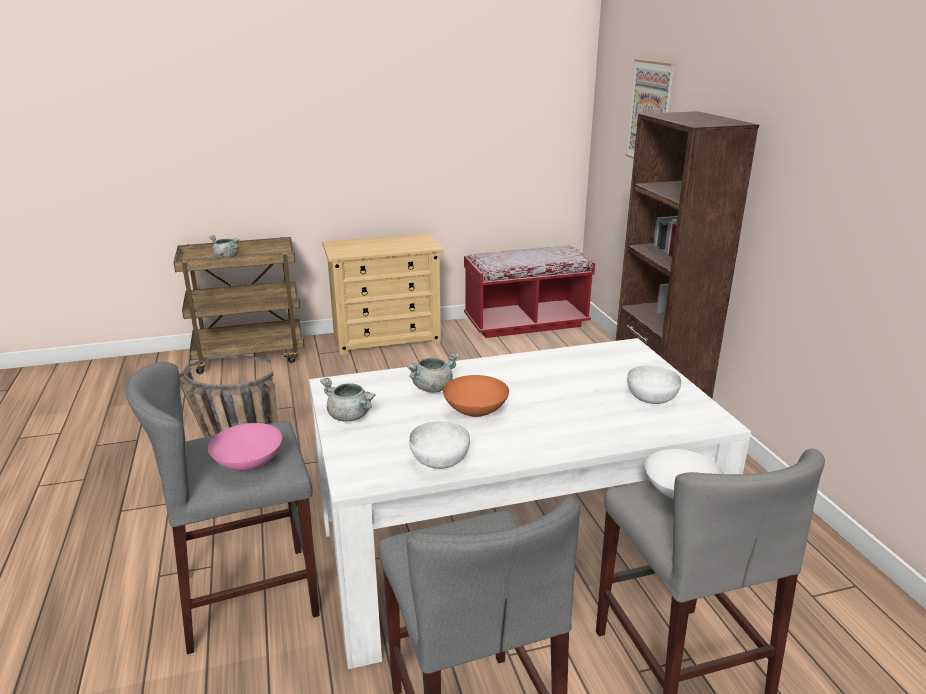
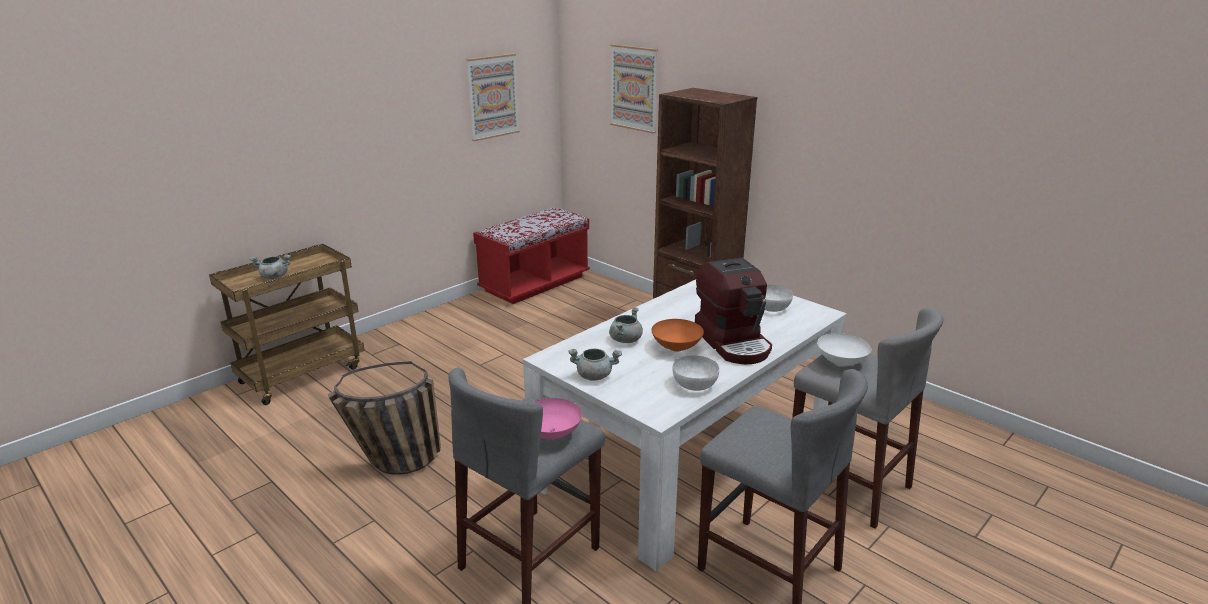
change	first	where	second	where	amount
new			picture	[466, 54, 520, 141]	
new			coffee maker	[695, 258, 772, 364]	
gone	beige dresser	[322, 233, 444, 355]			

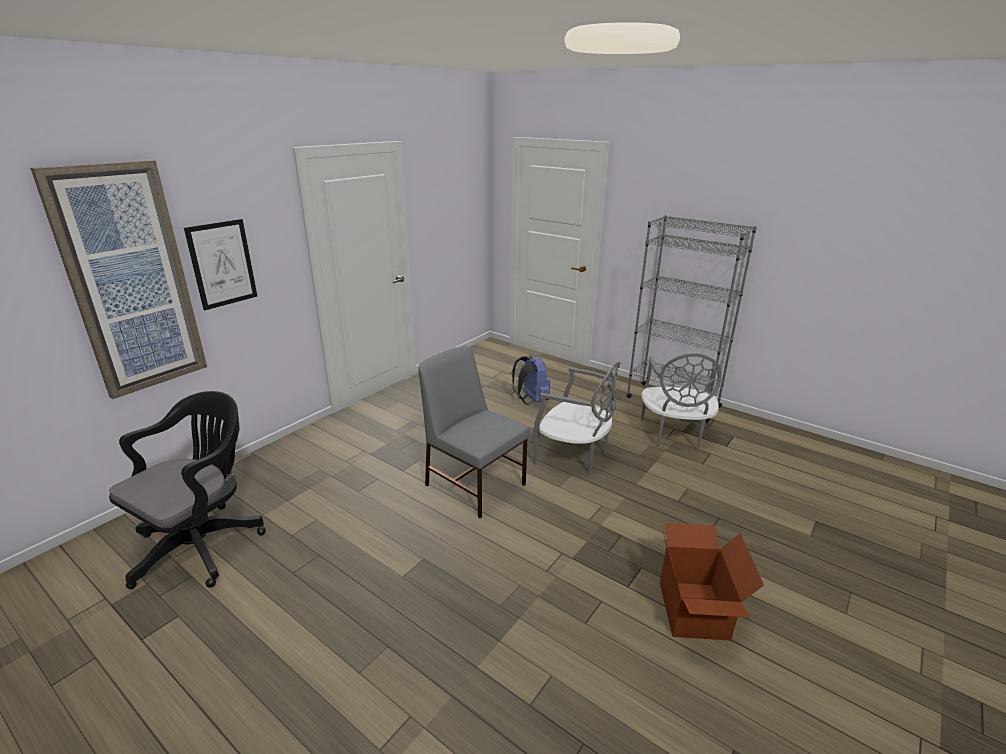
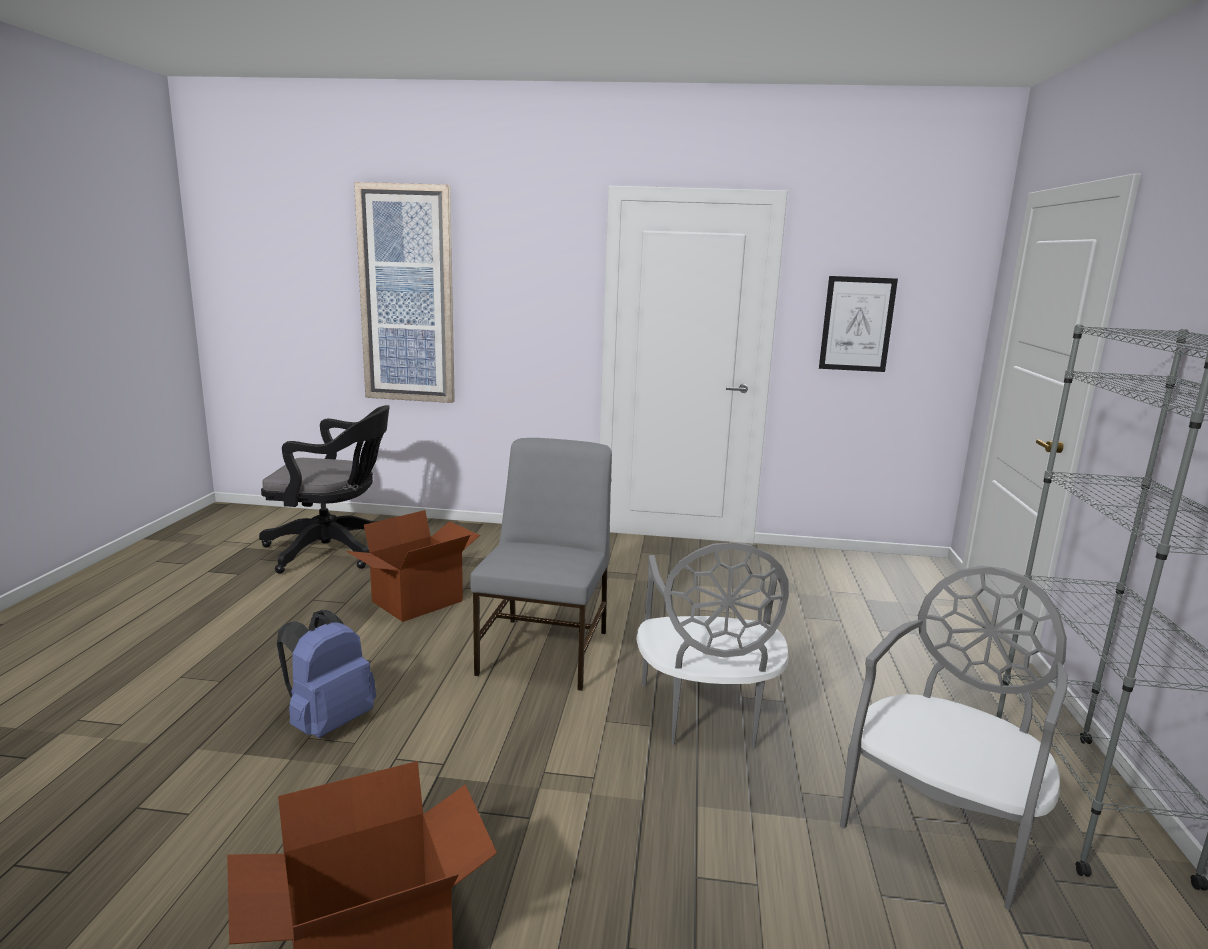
change	first	where	second	where	amount
shifted	blue rucksack	[512, 356, 550, 405]		[277, 610, 376, 738]	
new			cardboard box	[346, 510, 480, 622]	
shifted	picture	[184, 219, 257, 311]		[819, 276, 898, 372]	
rotated	greyish upright chair	[641, 354, 722, 450]		[840, 566, 1068, 910]	150 degrees clockwise

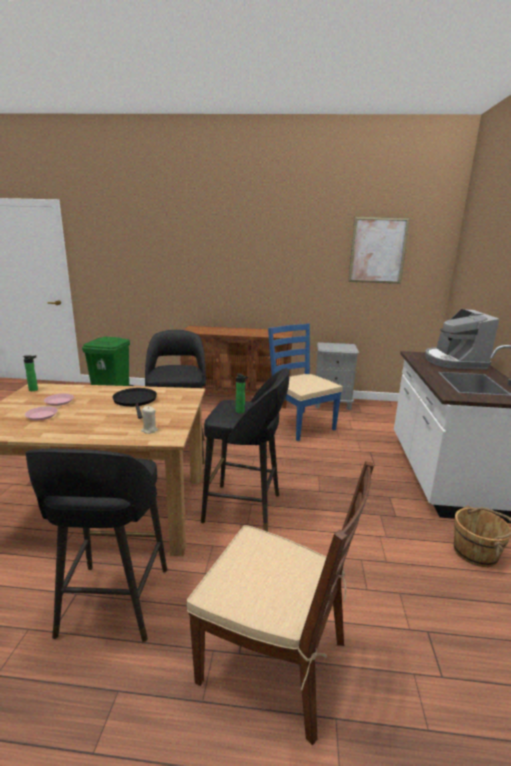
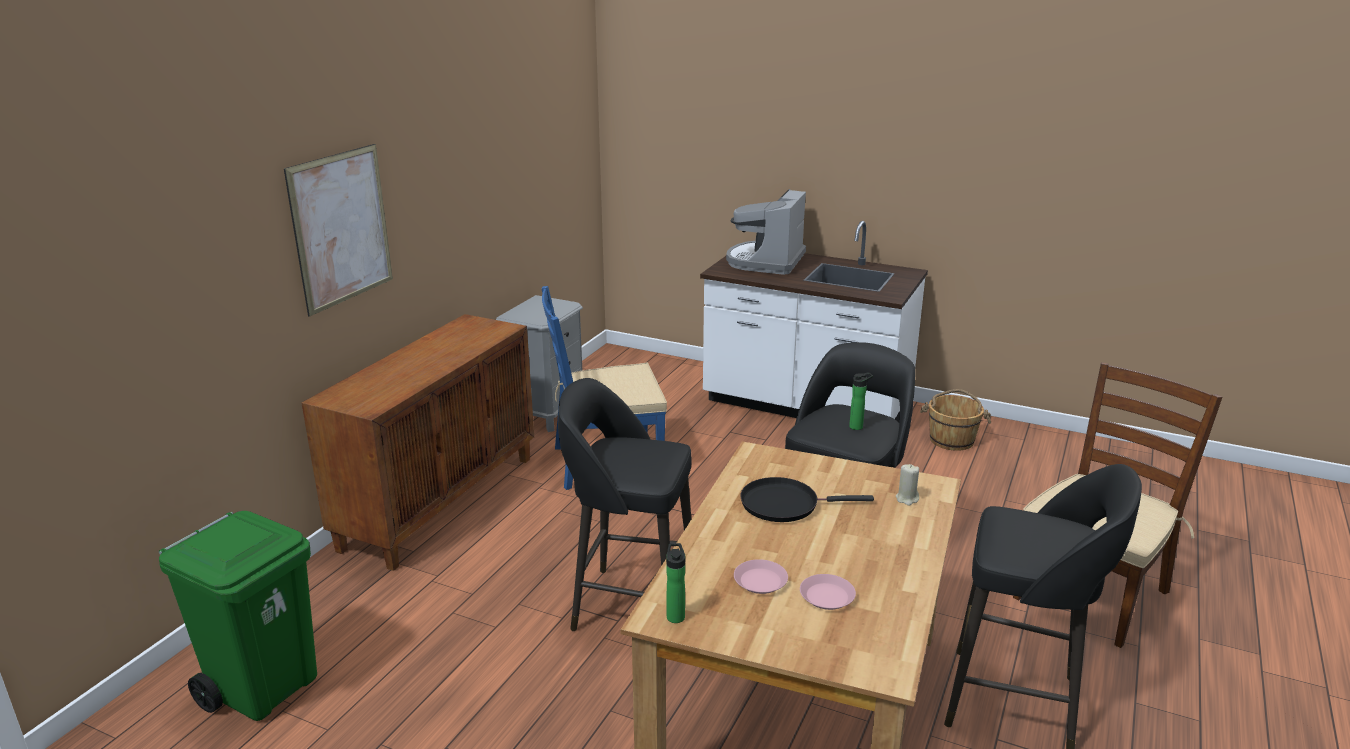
change	first	where	second	where	amount
shifted	picture	[348, 217, 410, 284]		[284, 144, 393, 317]	
rotated	coffee maker	[425, 309, 499, 369]		[726, 189, 806, 275]	90 degrees clockwise

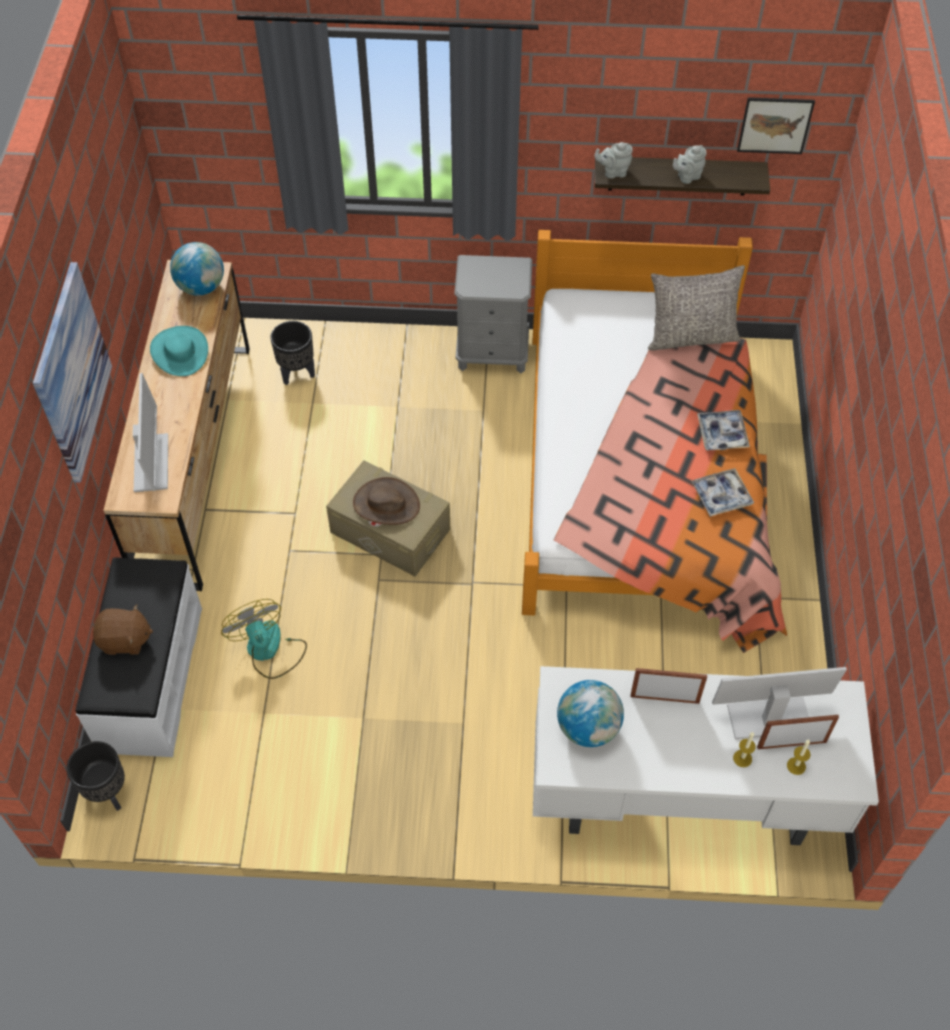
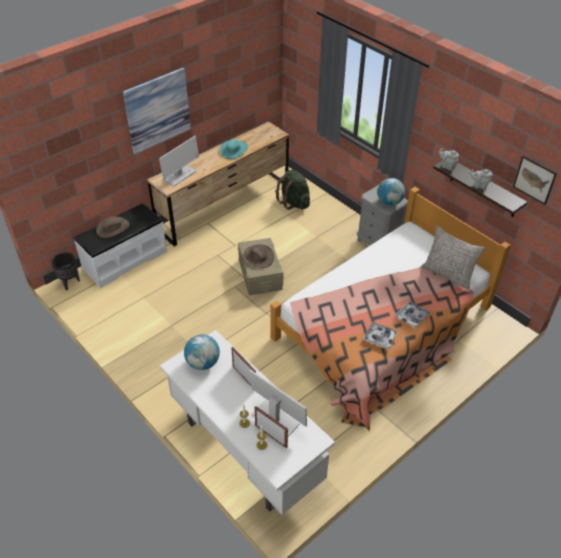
change	first	where	second	where	amount
swapped	brown-coloured soft toy	[93, 604, 153, 655]	brown-coloured wearable hat	[96, 216, 130, 238]	
swapped	black-coloured planter	[270, 321, 315, 385]	green rucksack	[275, 170, 310, 210]	
shifted	world globe	[170, 242, 224, 296]		[377, 178, 405, 206]	
gone	electric fan	[221, 599, 307, 679]			

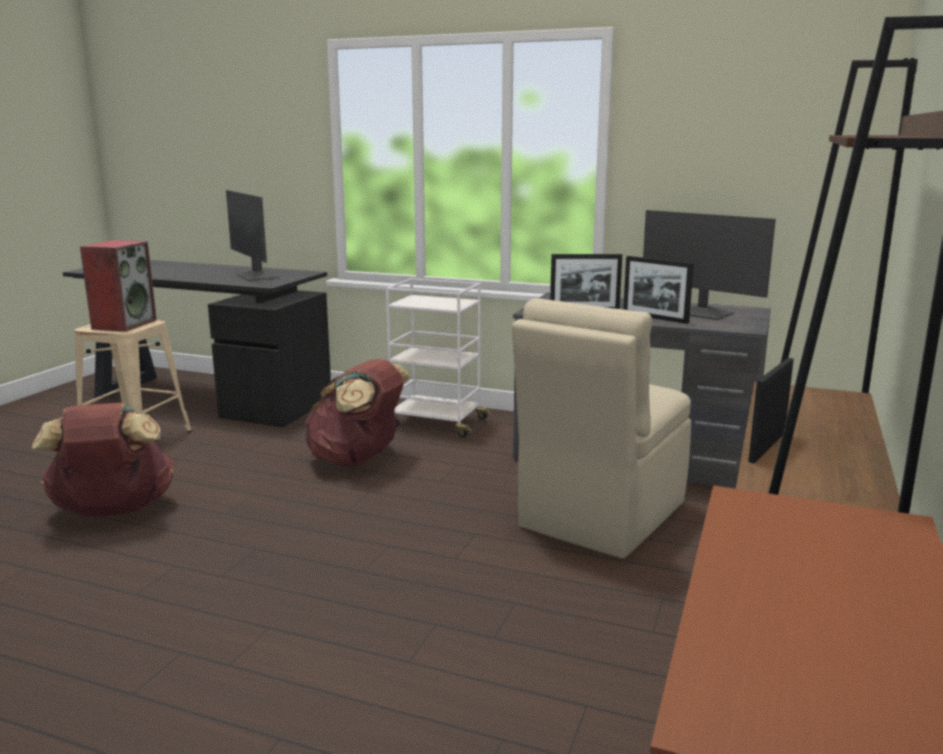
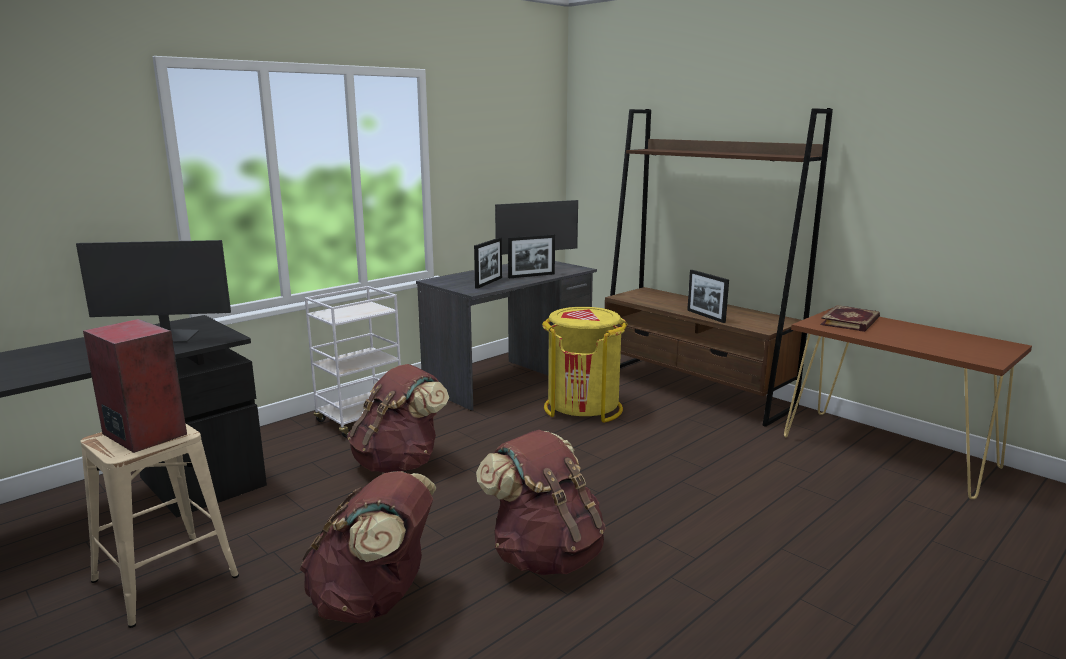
change	first	where	second	where	amount
new			brown-coloured rucksack	[476, 430, 606, 575]	
swapped	beige upright chair	[512, 298, 691, 559]	yellow trash can	[542, 307, 627, 423]	
new			bound book	[820, 305, 880, 332]	

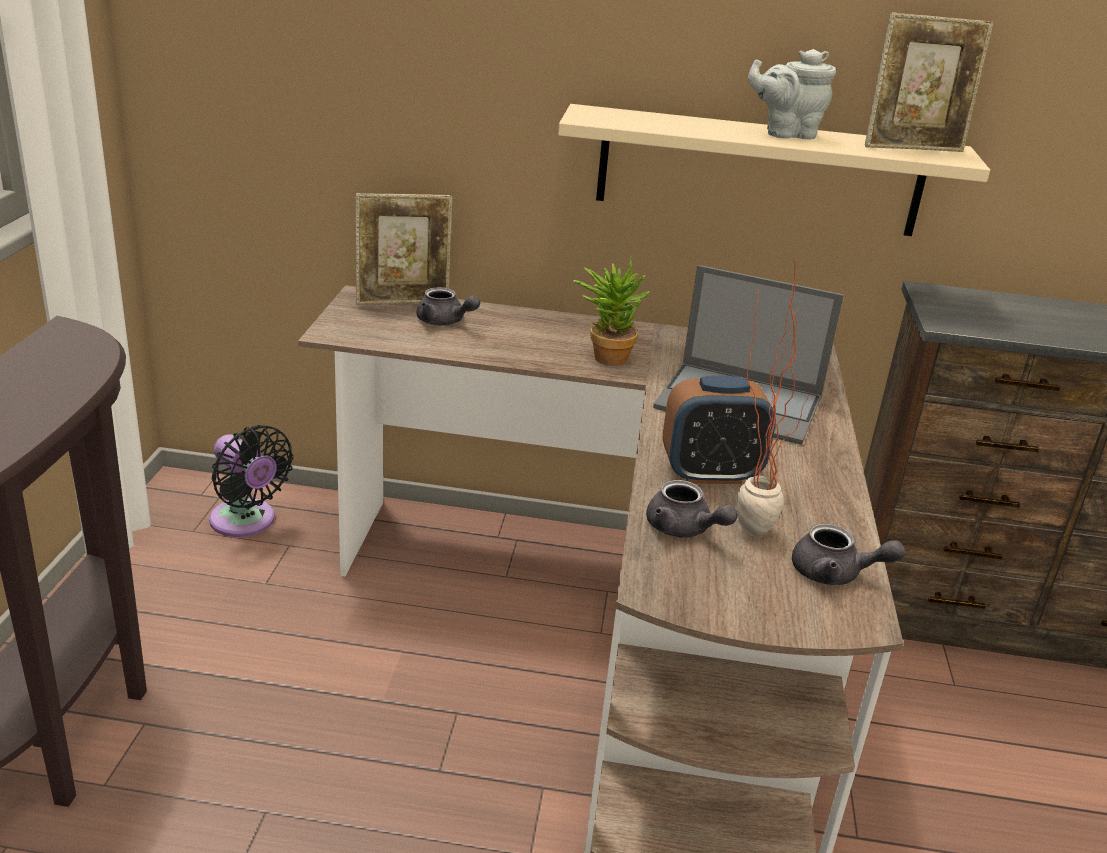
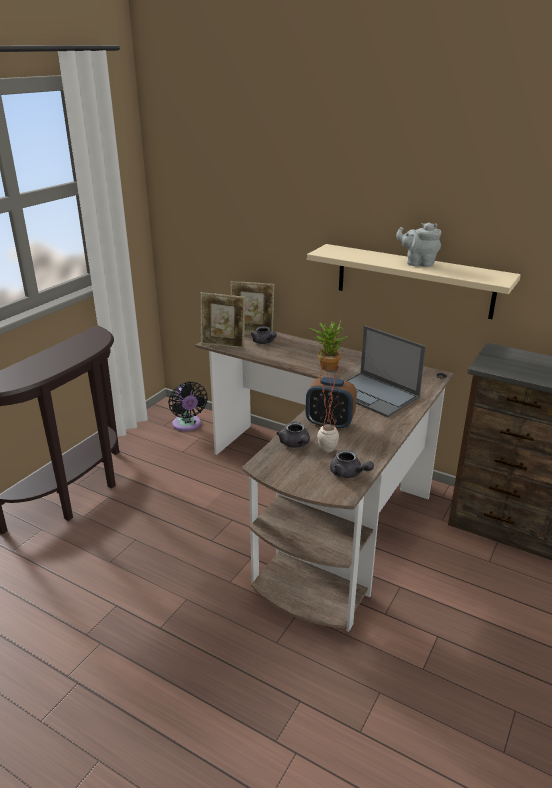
change	first	where	second	where	amount
shifted	photo frame	[865, 12, 993, 152]		[200, 292, 245, 349]	

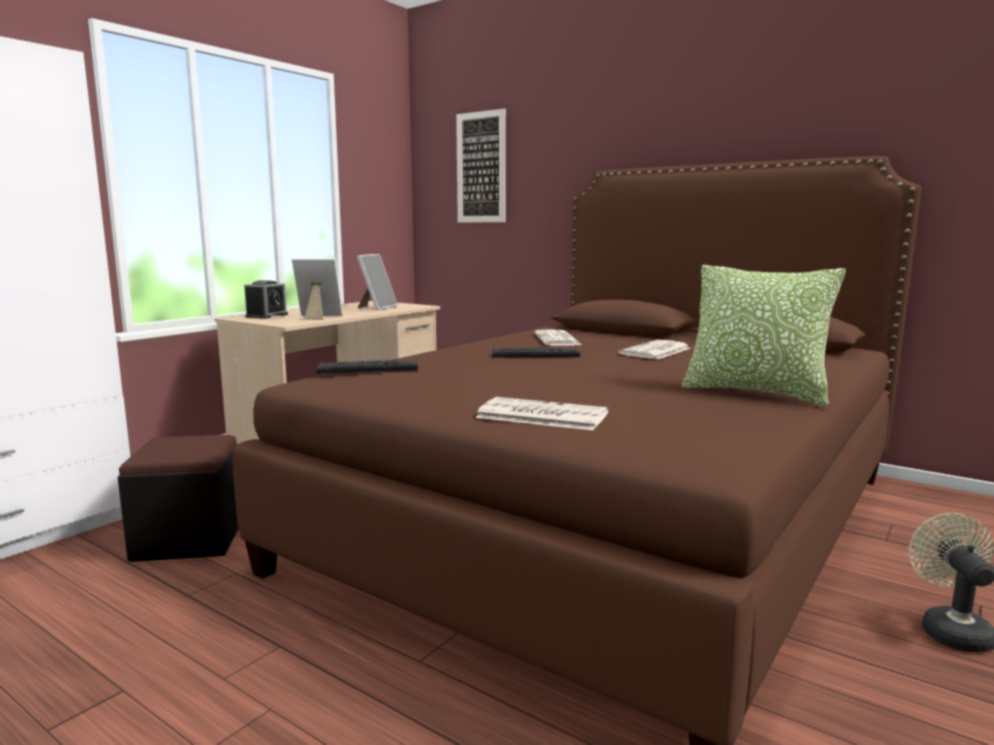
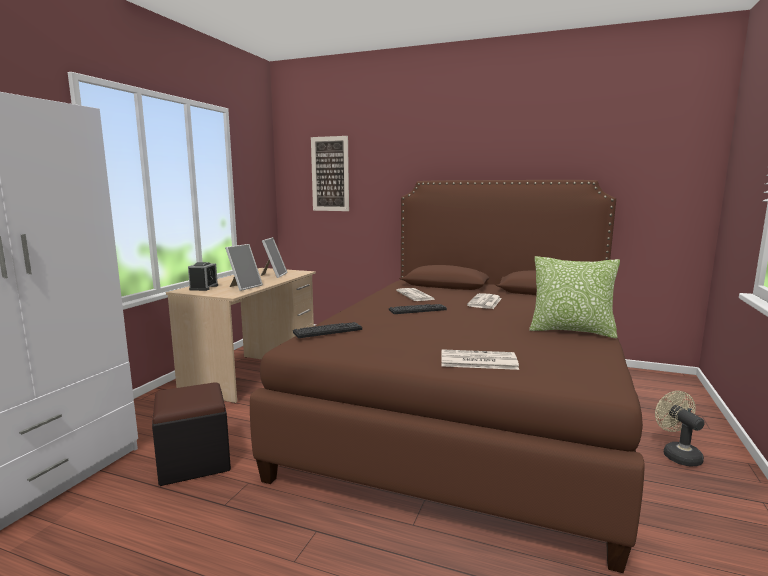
change	first	where	second	where	amount
rotated	photo frame	[292, 258, 343, 320]		[225, 244, 263, 291]	135 degrees clockwise

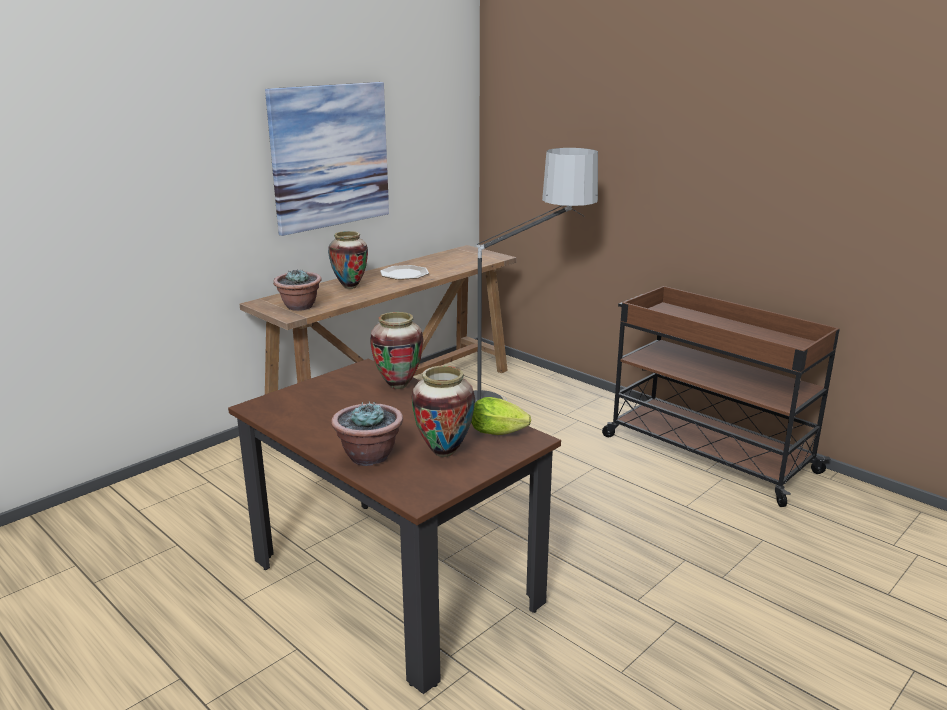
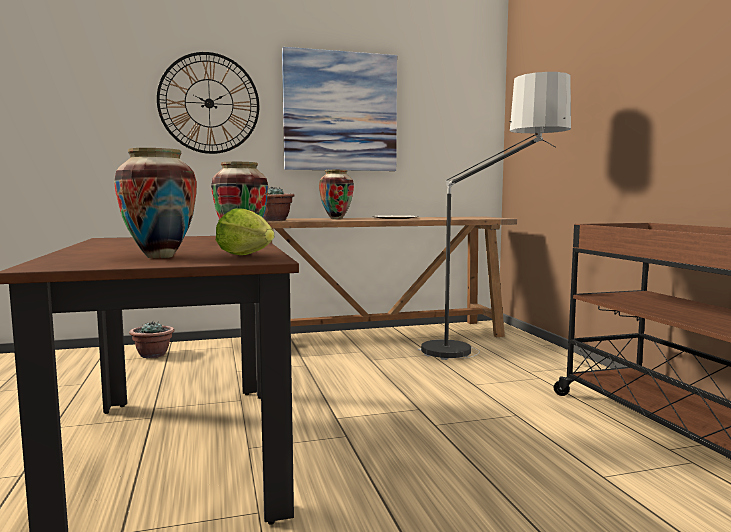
change	first	where	second	where	amount
shifted	houseplant	[331, 401, 403, 466]		[129, 321, 175, 358]	
new			hanging clock	[157, 52, 259, 154]	

